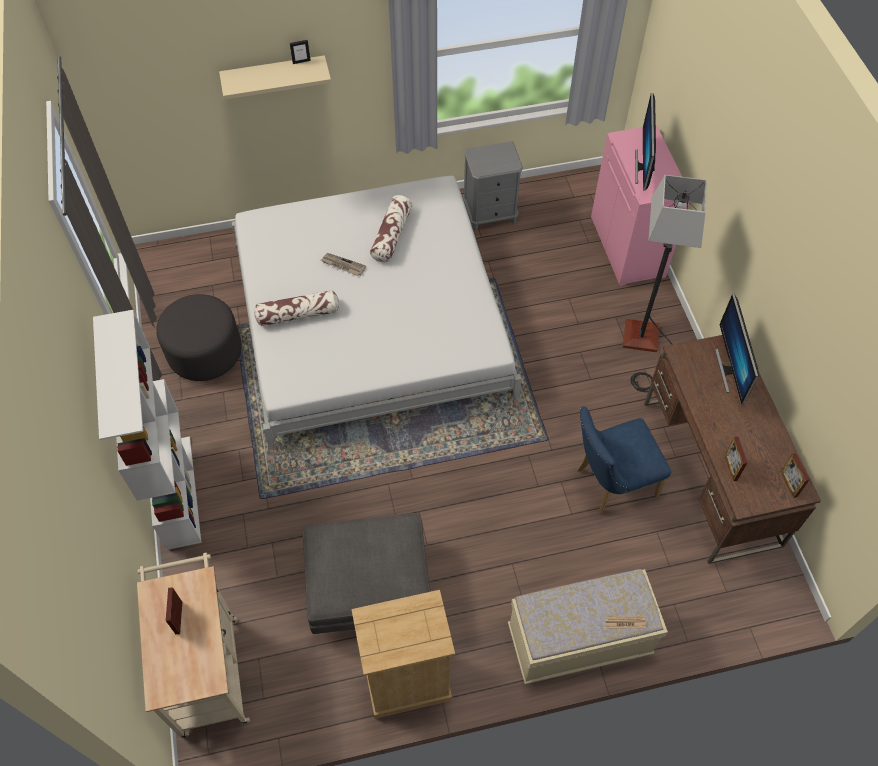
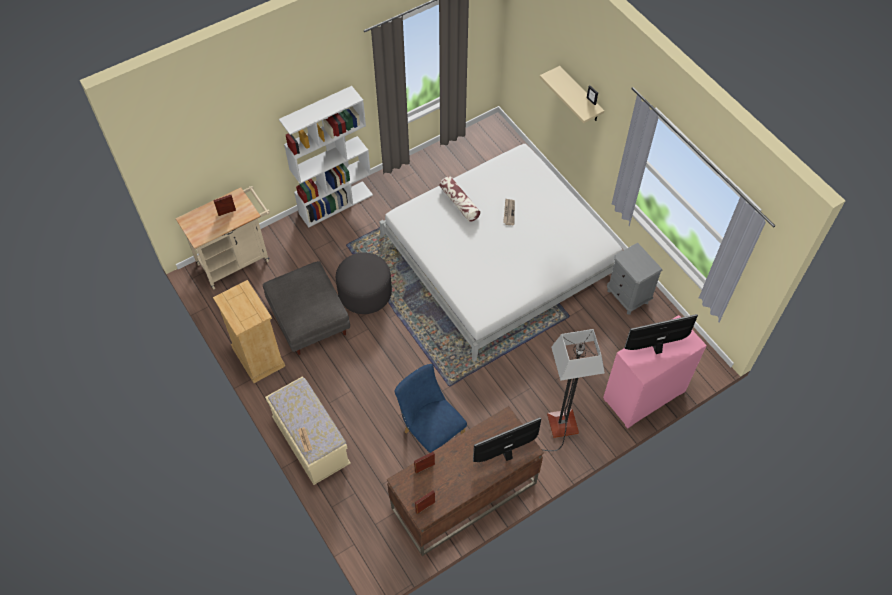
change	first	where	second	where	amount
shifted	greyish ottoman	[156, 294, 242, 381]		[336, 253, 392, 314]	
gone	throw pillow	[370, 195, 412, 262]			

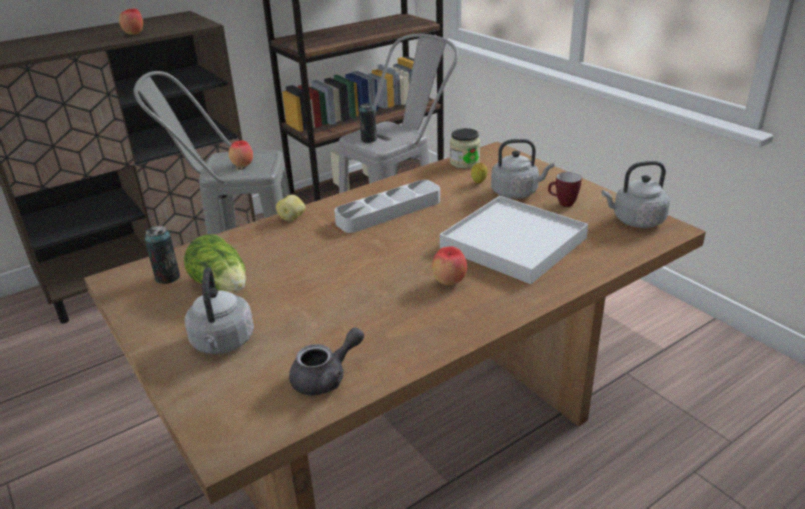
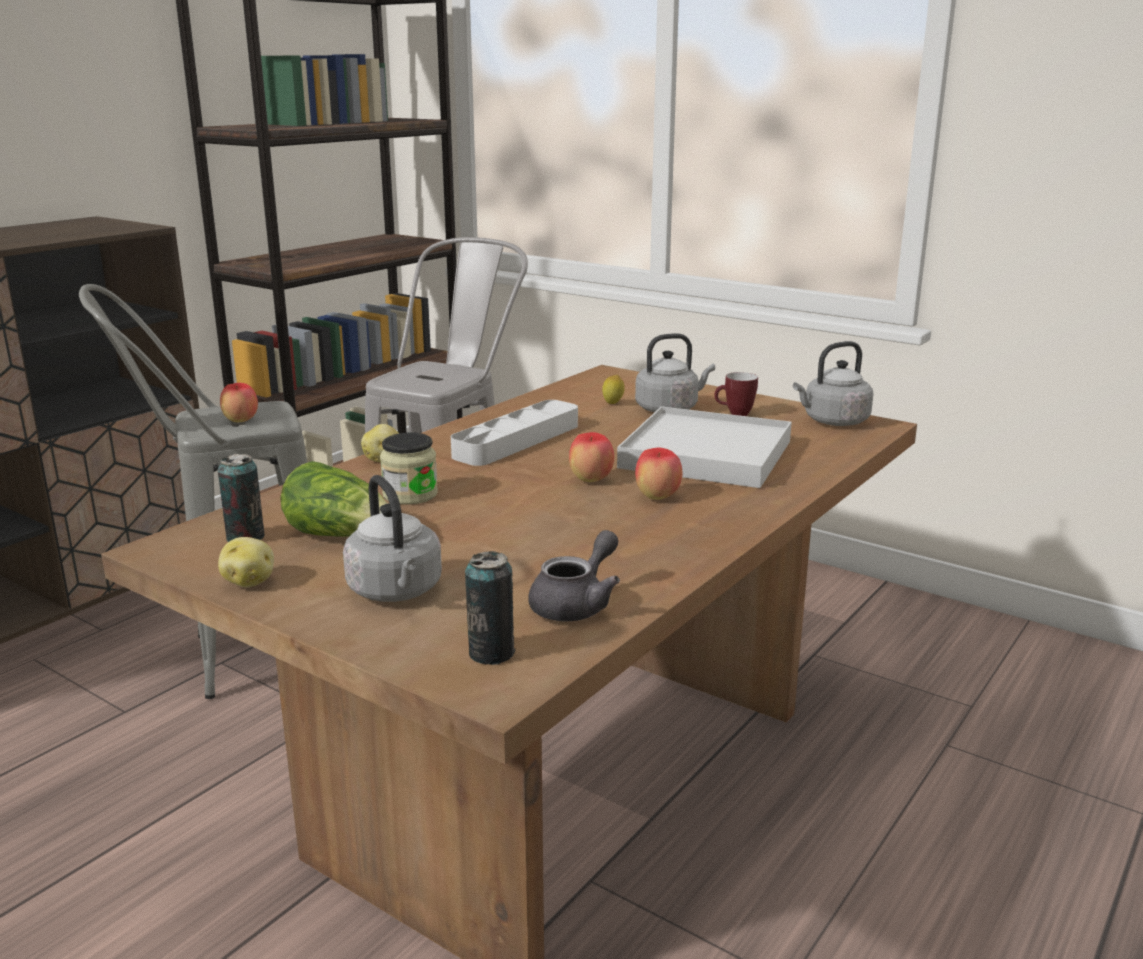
change	first	where	second	where	amount
new			spud	[218, 537, 274, 587]	
shifted	storage jar	[450, 128, 480, 169]		[380, 433, 438, 505]	
shifted	sealed can	[359, 103, 377, 143]		[465, 551, 515, 665]	
shifted	whole apple	[119, 9, 143, 35]		[569, 432, 614, 482]	

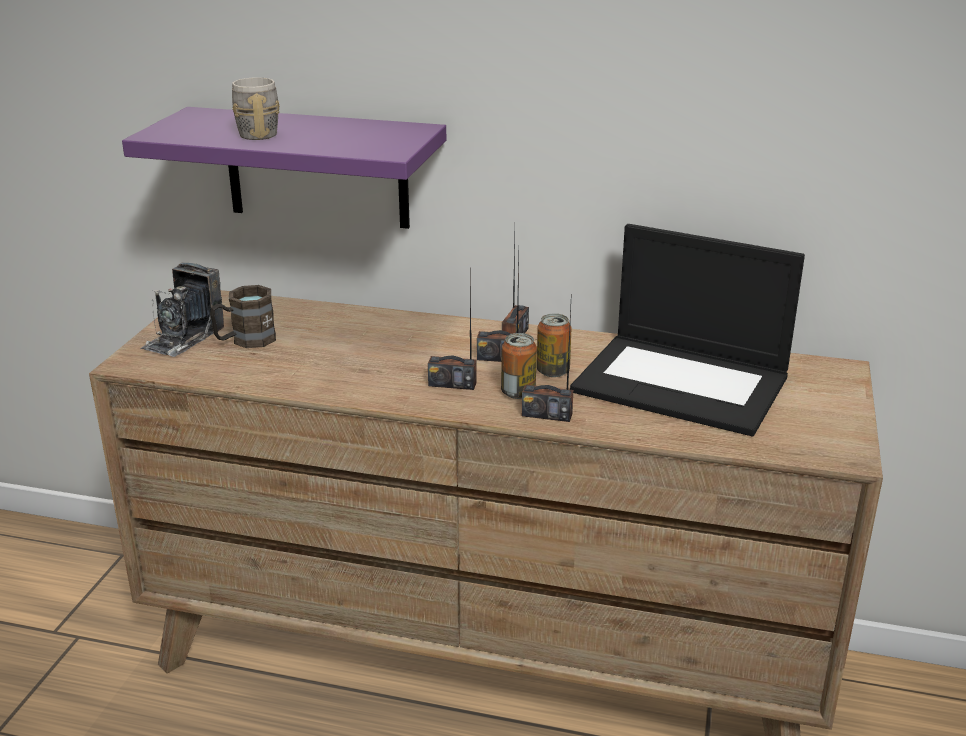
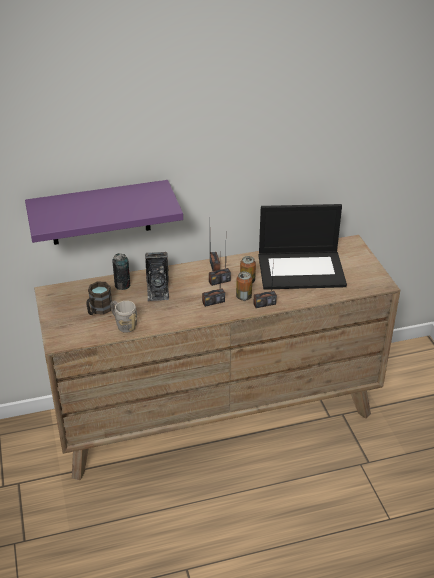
change	first	where	second	where	amount
shifted	greyish coffee mug	[232, 77, 280, 140]		[110, 301, 137, 333]	
new			sealed can	[112, 253, 131, 290]	
shifted	photo camera	[140, 262, 224, 357]		[145, 252, 169, 301]	

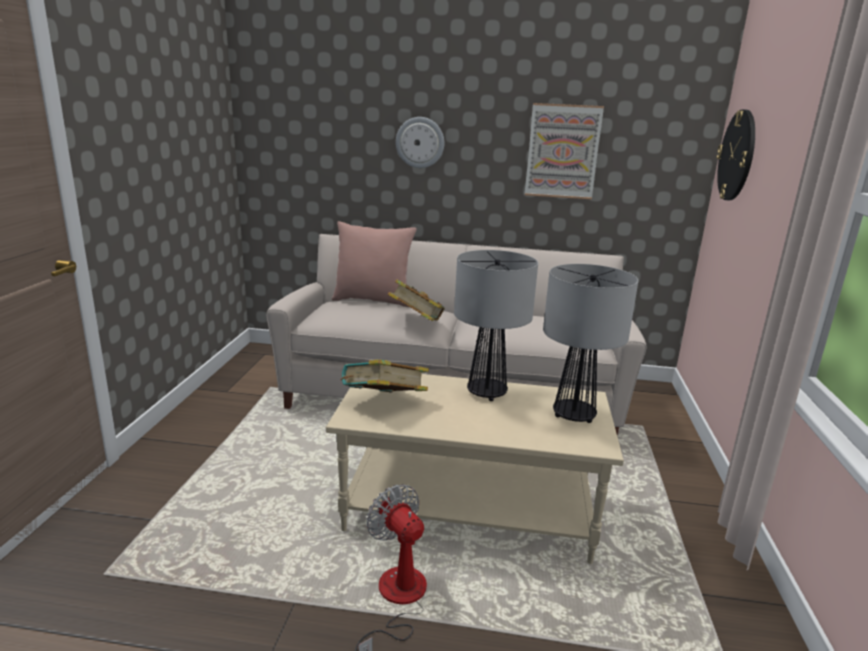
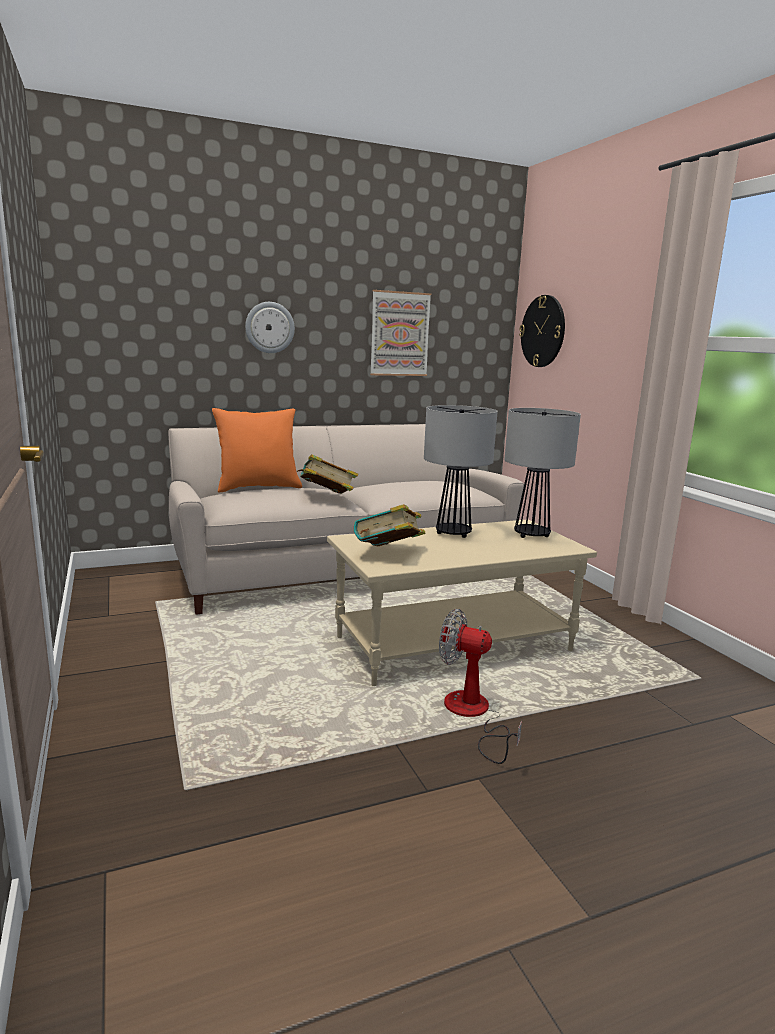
change	first	where	second	where	amount
repainted	pink-coloured throw pillow	[332, 221, 417, 307]	orangey throw pillow	[212, 408, 302, 493]	

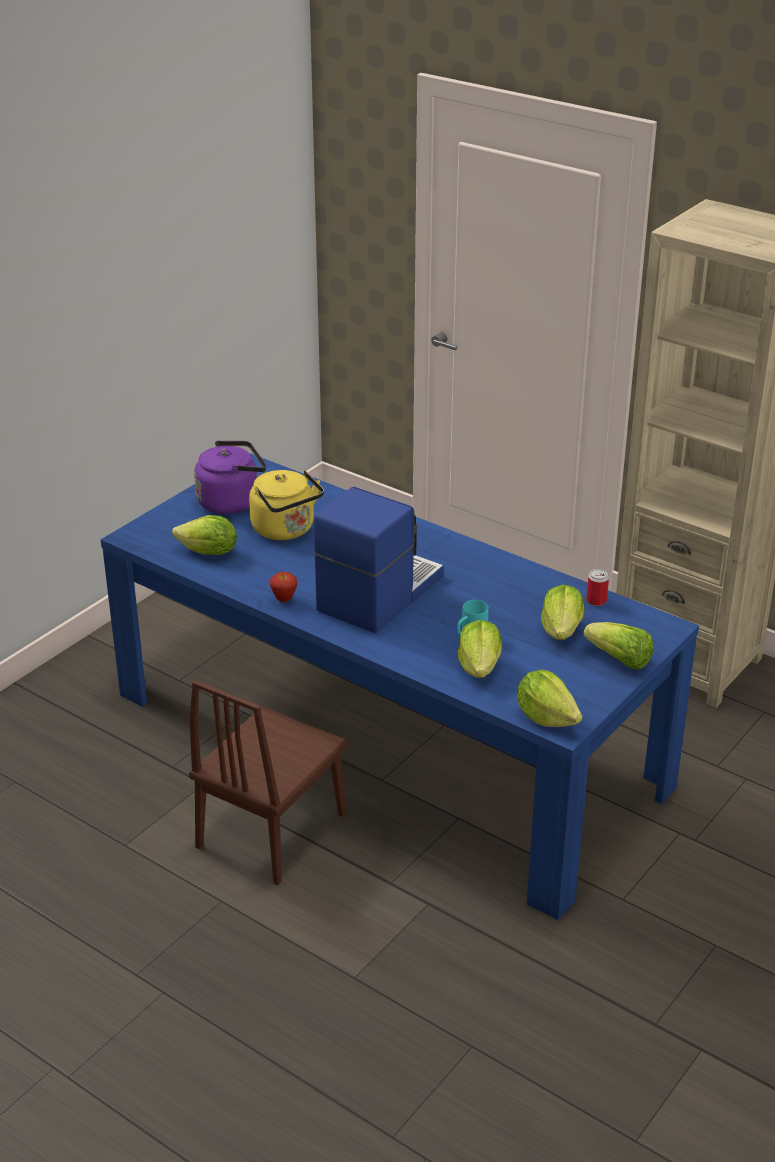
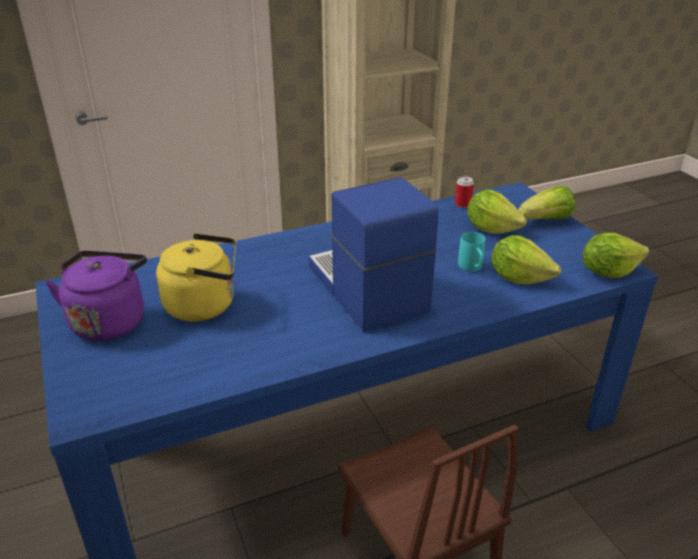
change	first	where	second	where	amount
gone	head of lettuce	[172, 515, 237, 555]			
gone	whole apple	[270, 572, 298, 602]			

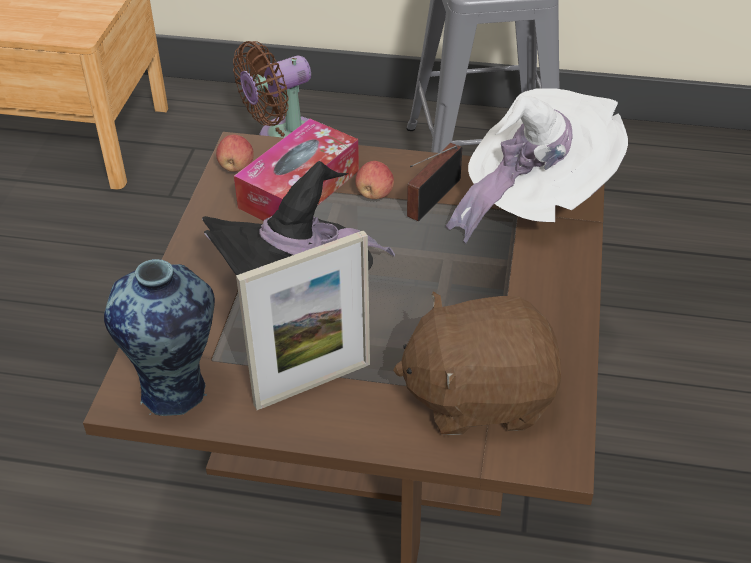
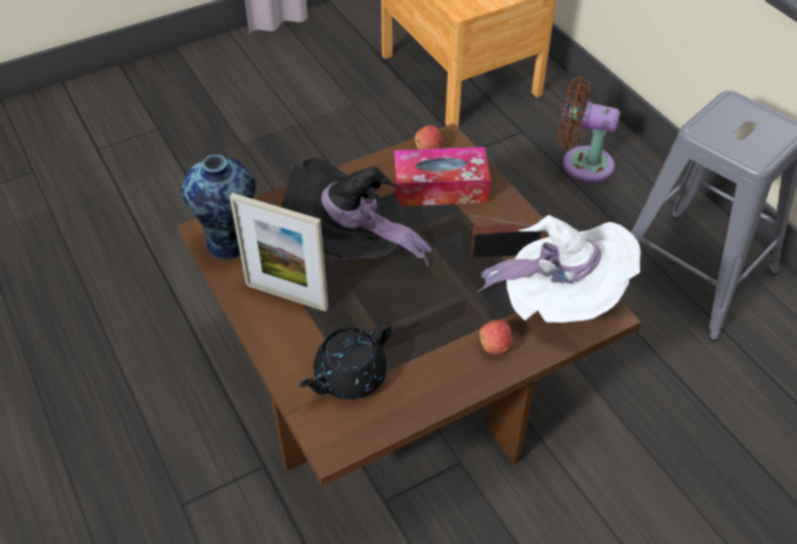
change	first	where	second	where	amount
swapped	brown-coloured soft toy	[393, 291, 561, 435]	black-coloured pot for tea	[299, 323, 391, 399]	
shifted	whole apple	[355, 161, 394, 199]		[479, 320, 513, 355]	

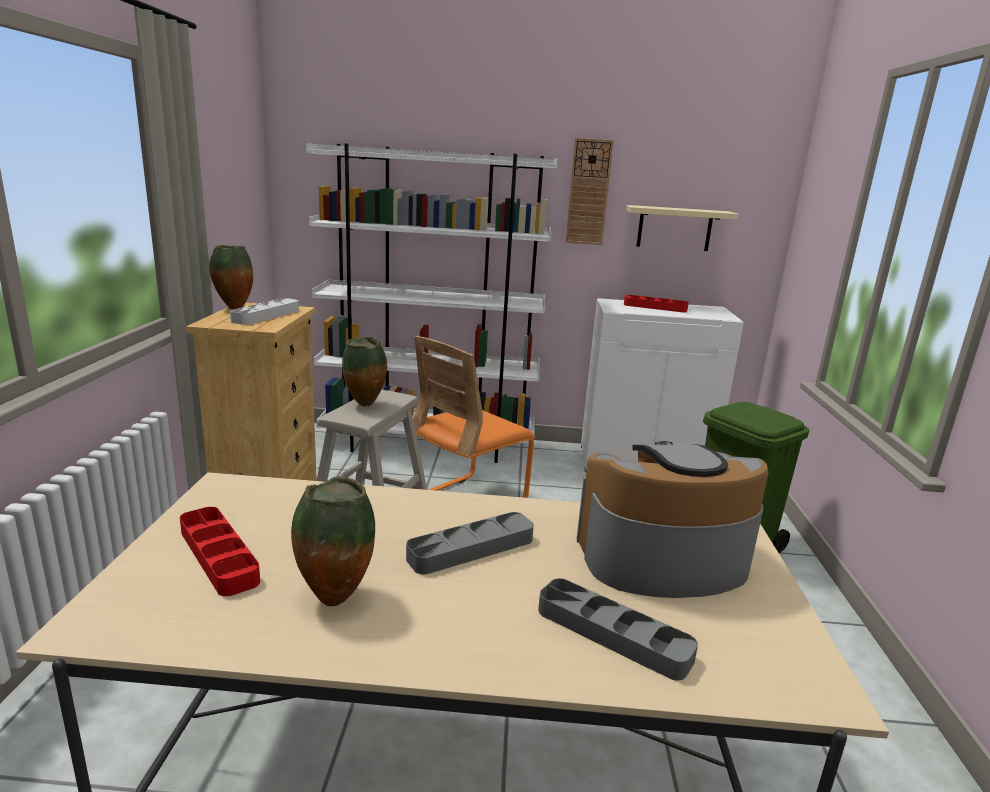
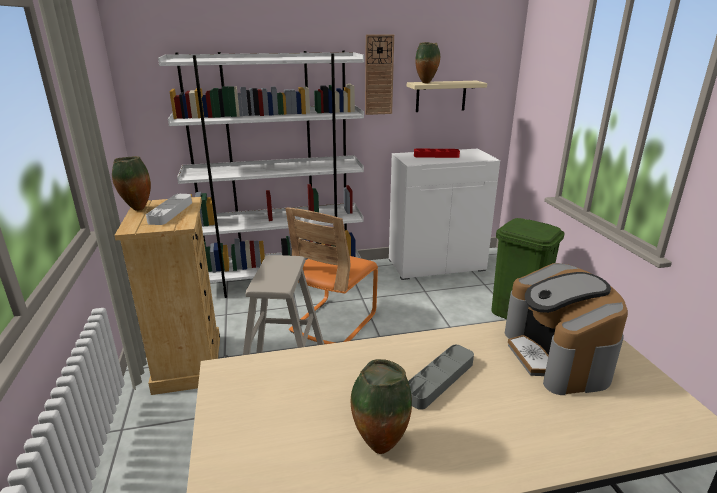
change	first	where	second	where	amount
shifted	vase	[342, 337, 387, 407]		[415, 42, 440, 84]	
rotated	coffee maker	[577, 441, 769, 598]		[505, 263, 628, 395]	75 degrees counterclockwise
gone	red carrying tray	[180, 507, 260, 596]			
gone	greyish carrying tray	[538, 578, 698, 680]			

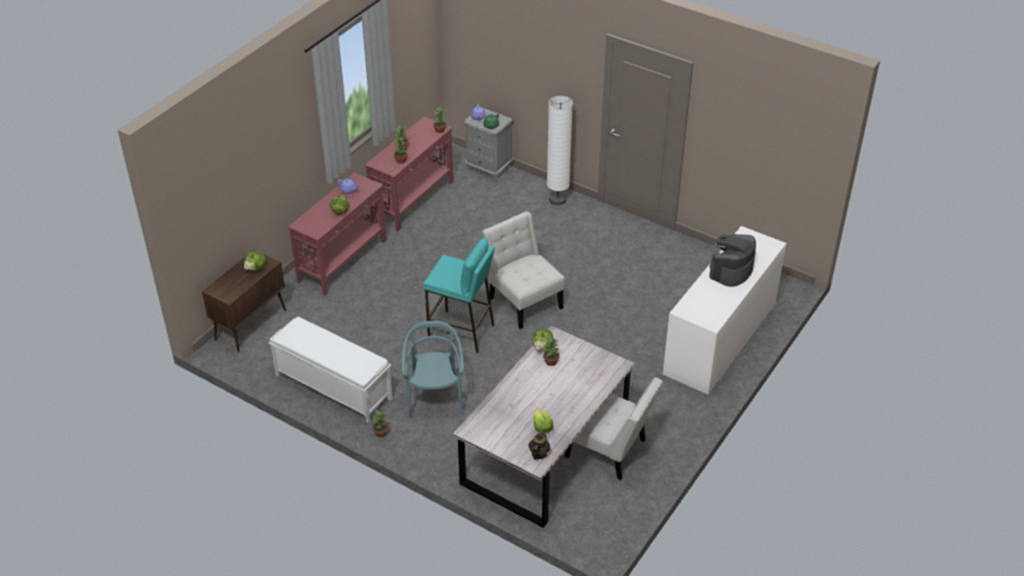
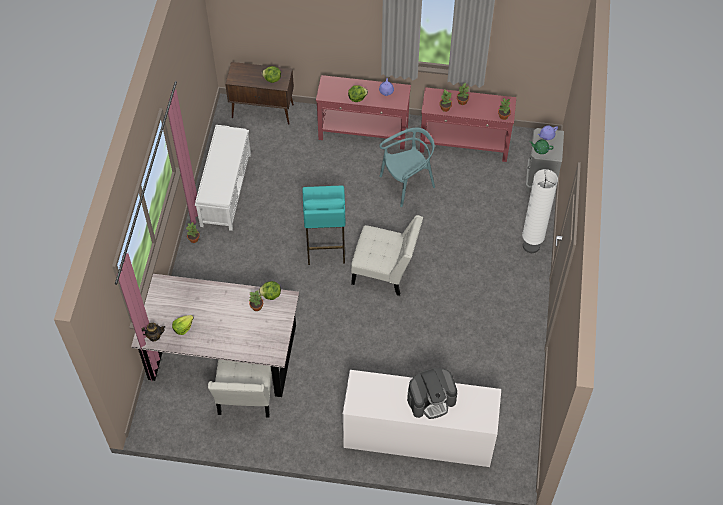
change	first	where	second	where	amount
rotated	white upright chair	[482, 211, 565, 329]		[351, 215, 423, 296]	75 degrees clockwise
shifted	turquoise-coloured upright chair	[402, 321, 464, 418]		[379, 128, 435, 207]	
rotated	coffee maker	[709, 234, 756, 287]		[407, 368, 457, 419]	150 degrees clockwise

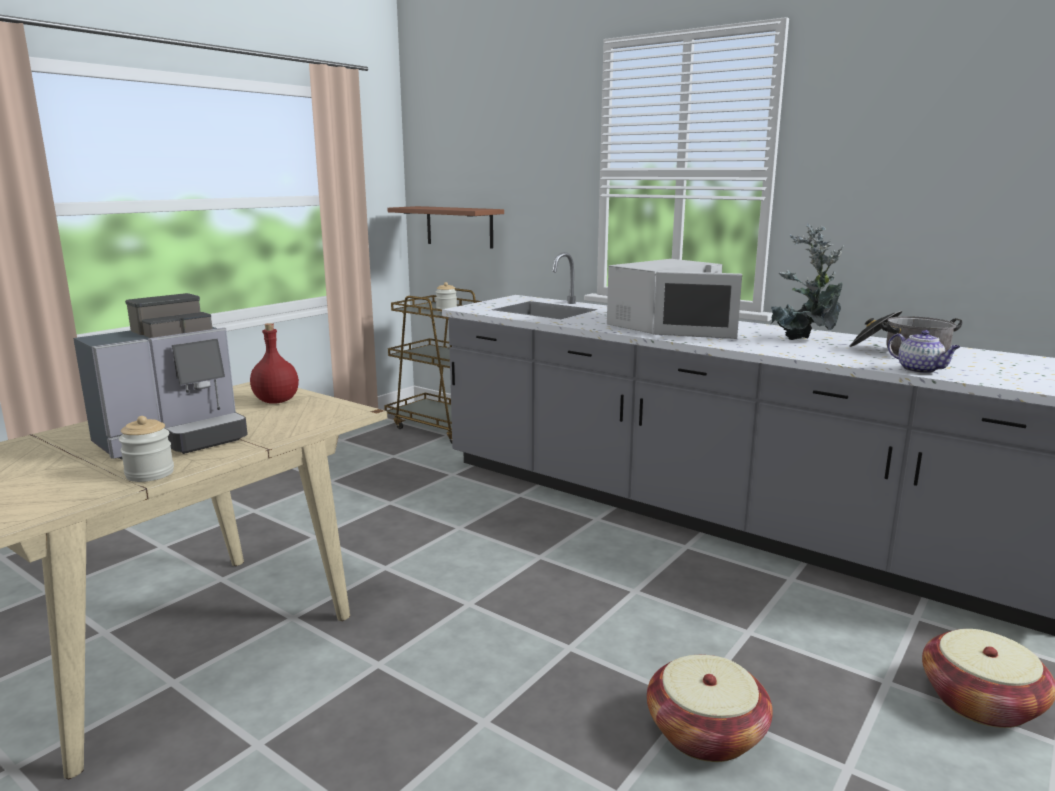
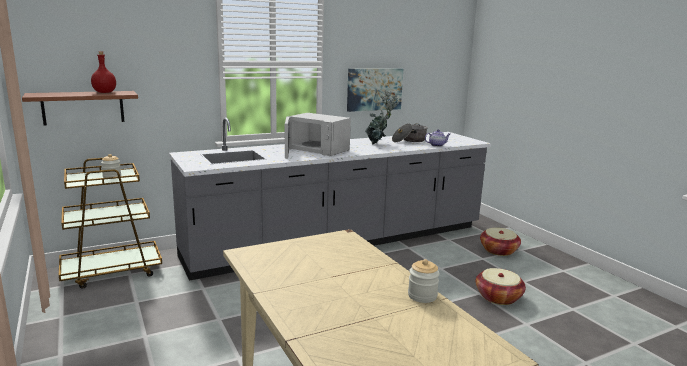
change	first	where	second	where	amount
shifted	red beverage bottle	[250, 323, 299, 404]		[91, 51, 116, 93]	
rotated	white microwave oven	[607, 259, 742, 339]		[285, 113, 351, 159]	135 degrees clockwise
new			picture	[347, 68, 403, 112]	
gone	coffee maker	[73, 293, 248, 459]			

